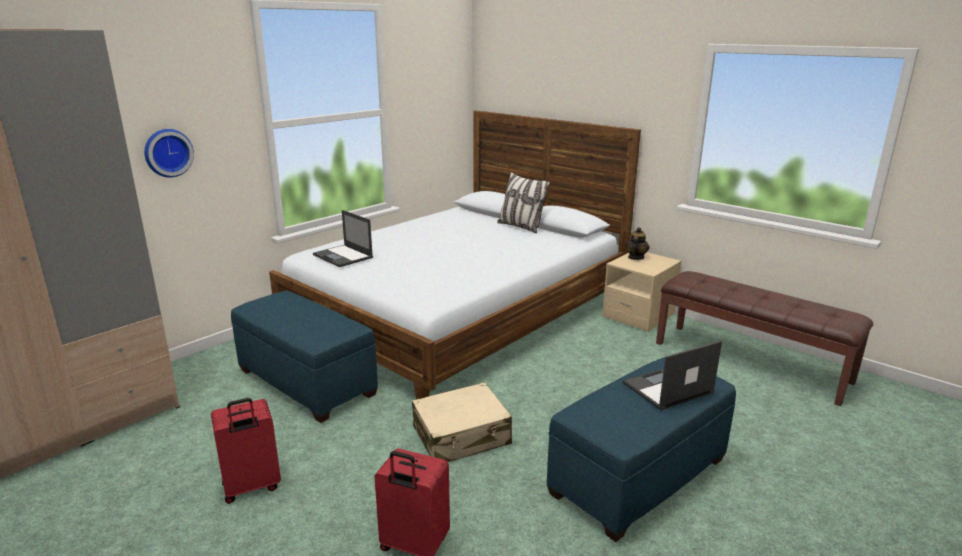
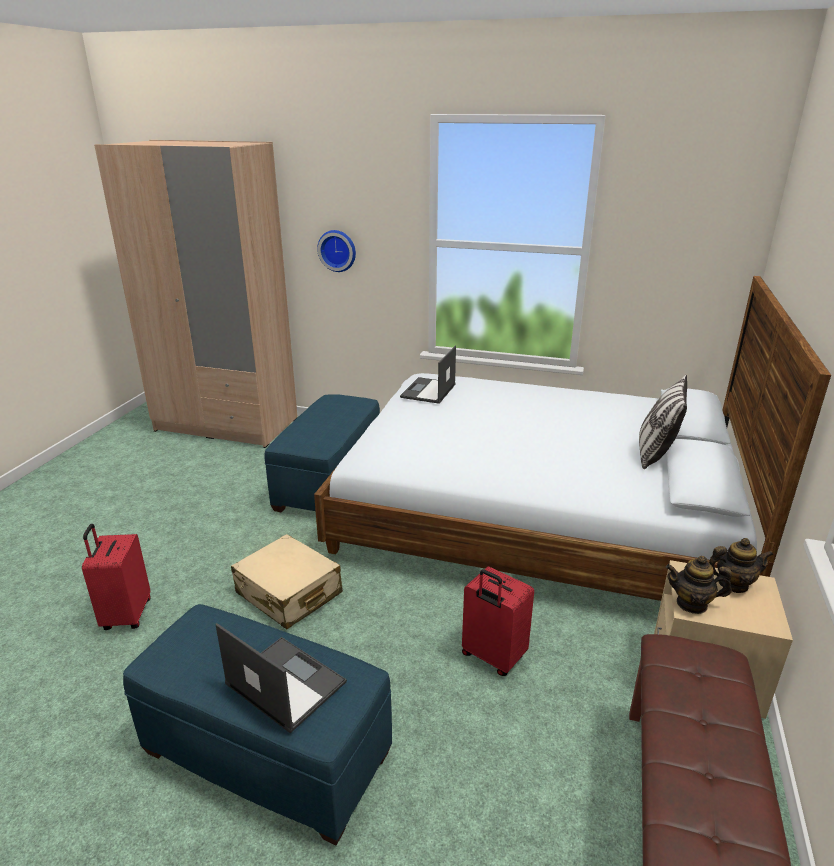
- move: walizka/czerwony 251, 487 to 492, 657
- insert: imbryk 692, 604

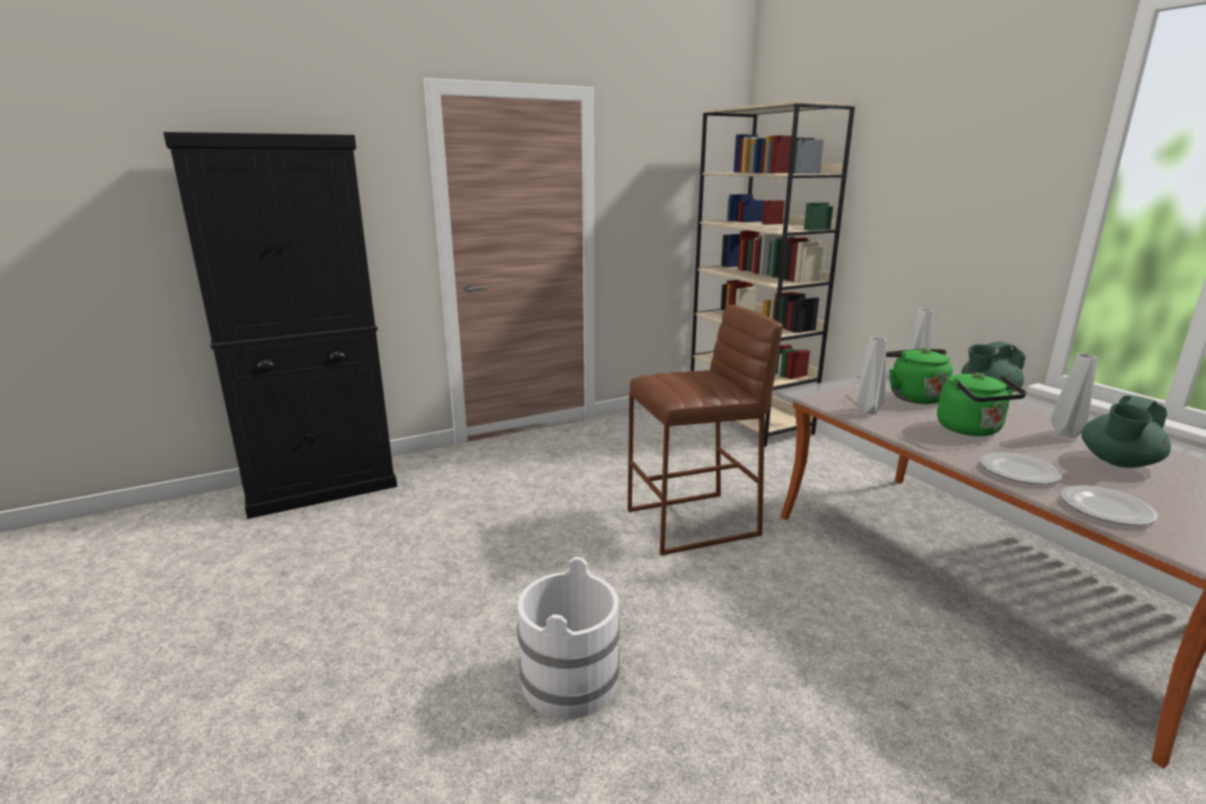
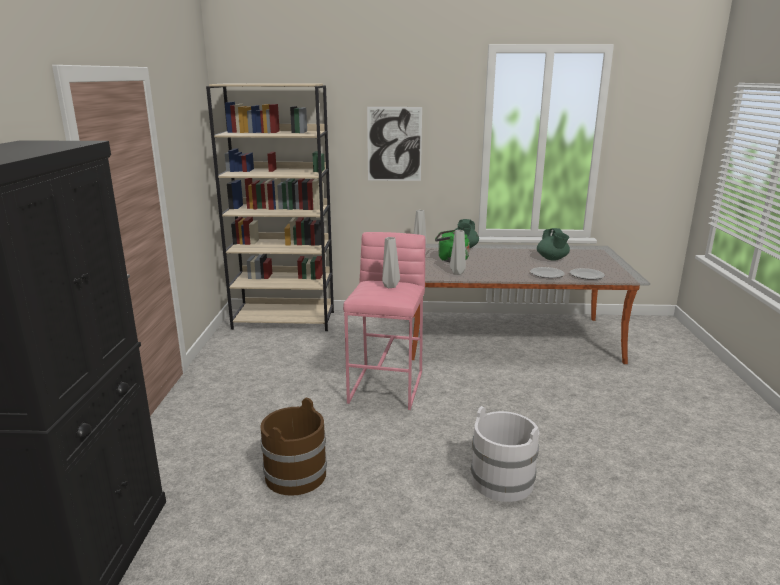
- recolor: stołek/brązowy 694, 523 to stołek/różowy 387, 386
- move: wazon/szary 1064, 434 to 389, 286
- delete: czajnik/zielony 972, 430
- insert: obraz 394, 144
- insert: wiadro/brązowy 295, 474

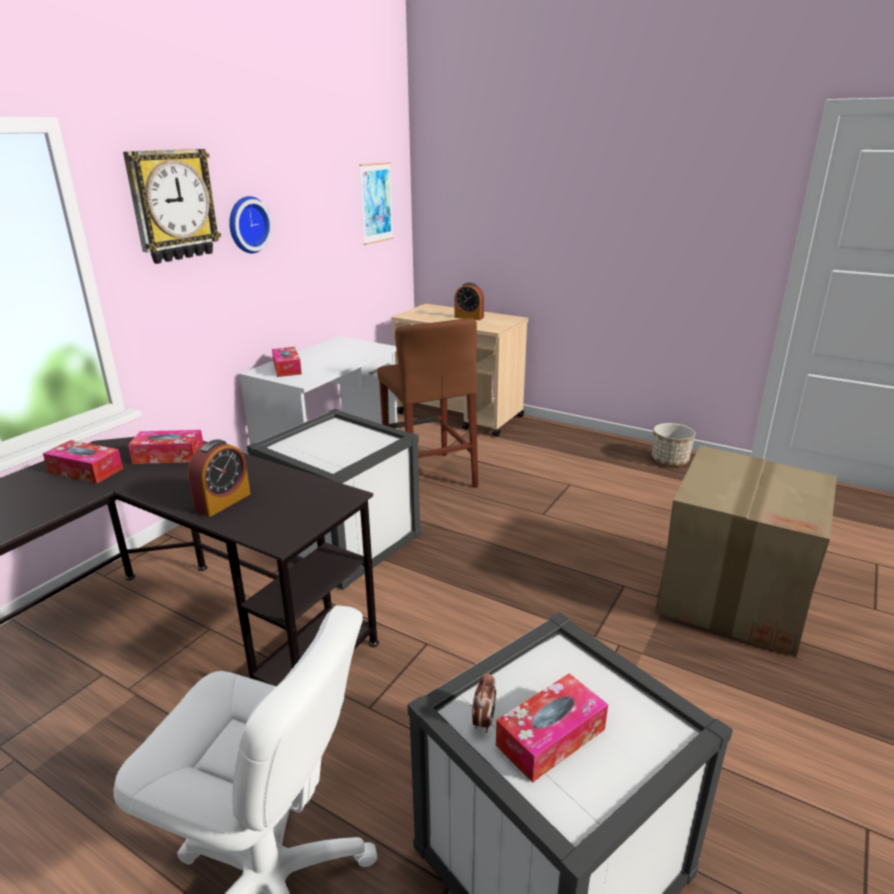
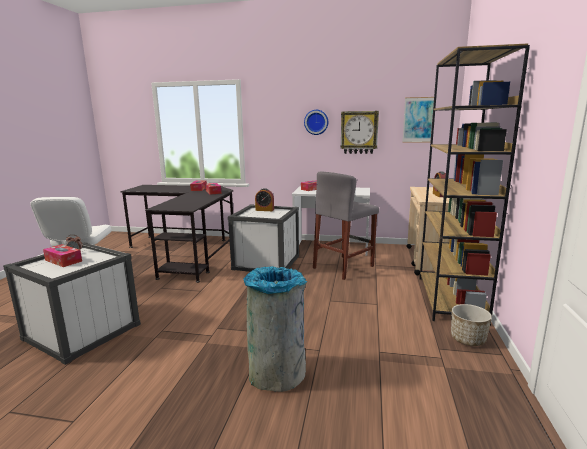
- move: zegar ścienny 172, 205 to 359, 132
- recolor: stołek/brązowy 429, 476 to stołek/szary 343, 267
- move: budzik 223, 502 to 264, 210
- replace: karton 733, 596 to kosz na śmieci/szary 277, 374
- insert: regał/brązowy 451, 299

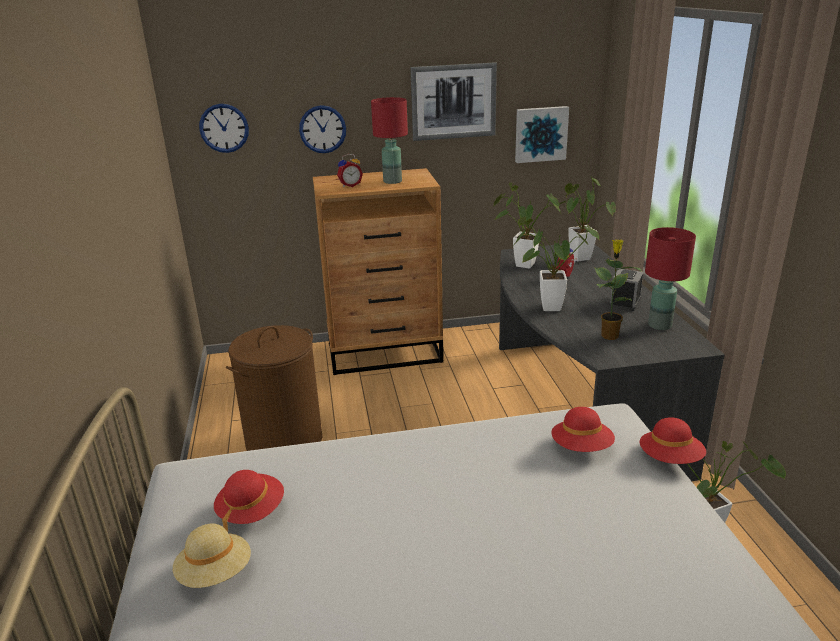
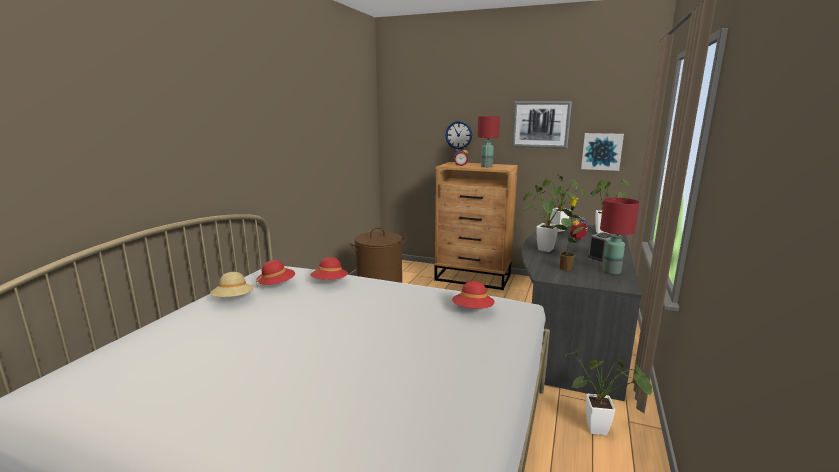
- delete: zegar ścienny 224, 128
- move: kapelusz/czerwony 670, 459 to 330, 282

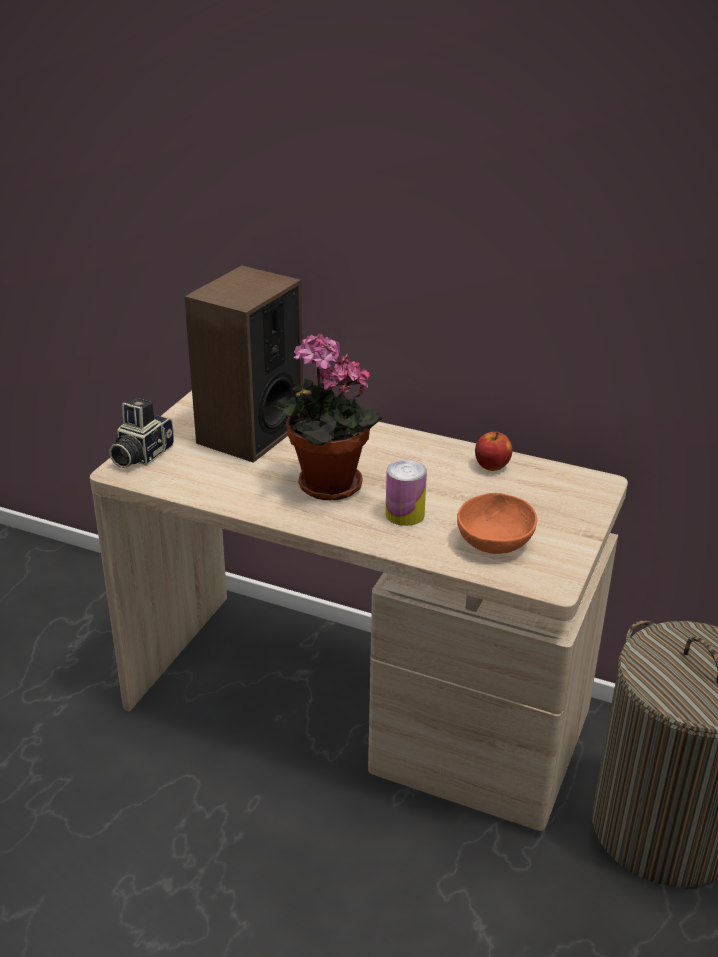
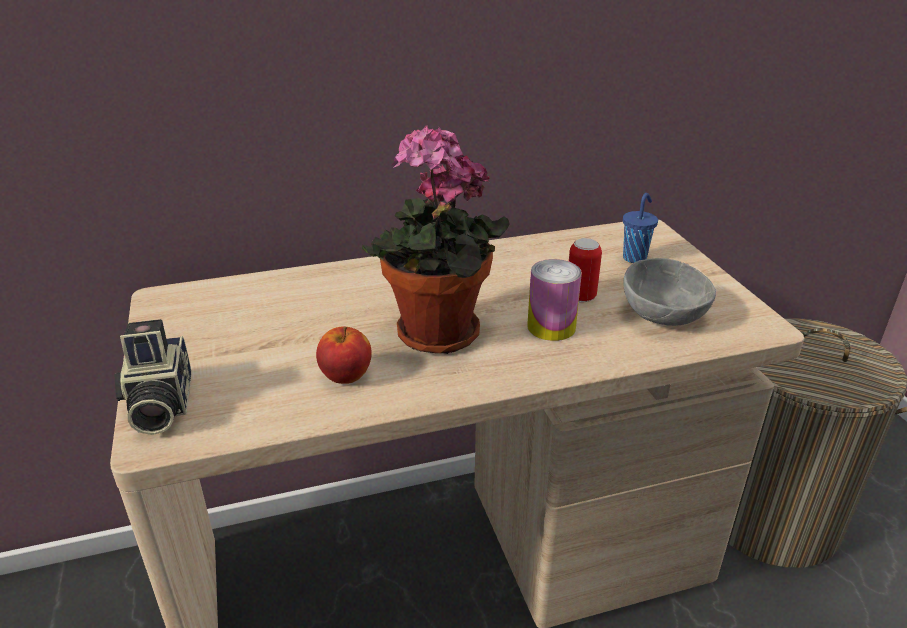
- delete: głośnik 250, 433
- move: jabłko 492, 466 to 346, 376
- recolor: miska/pomarańczowy 496, 543 to miska/szary 665, 314
- insert: filiżanka/niebieski 635, 258
- insert: puszka 580, 297

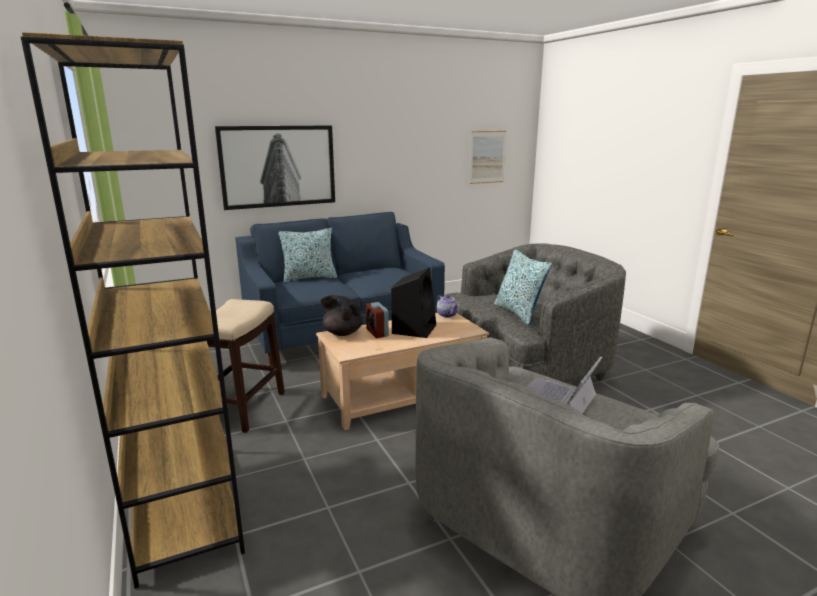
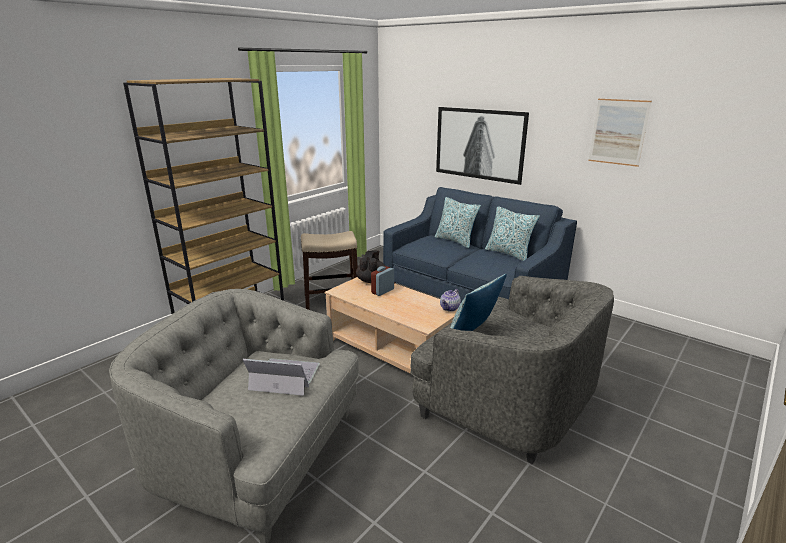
- move: obraz 487, 157 to 618, 132
- delete: głośnik/czarny 414, 328
- insert: poduszka 508, 254

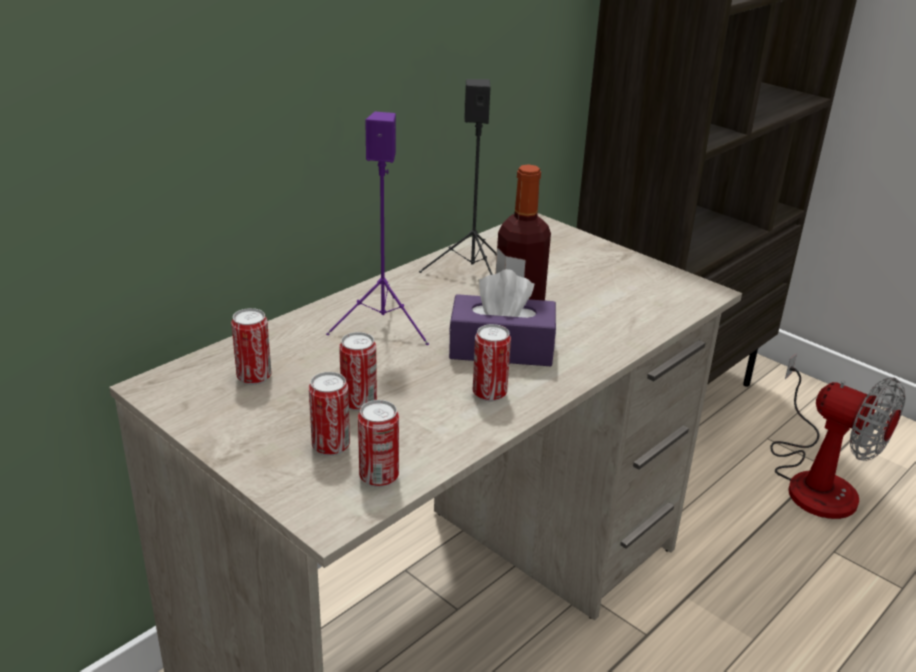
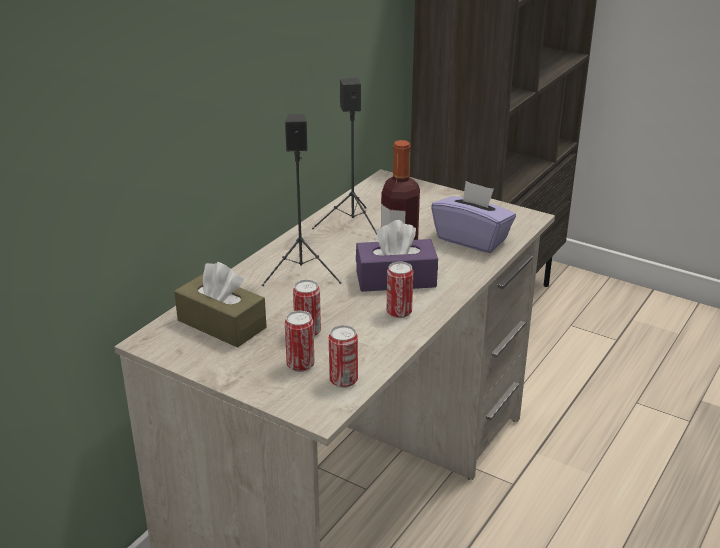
- recolor: głośnik/fioletowy 384, 325 to głośnik/czarny 302, 272
- replace: puszka 254, 377 to pudełko chusteczek/brązowy 221, 324
- delete: wentylator 815, 479
- insert: pudełko chusteczek/fioletowy 472, 239

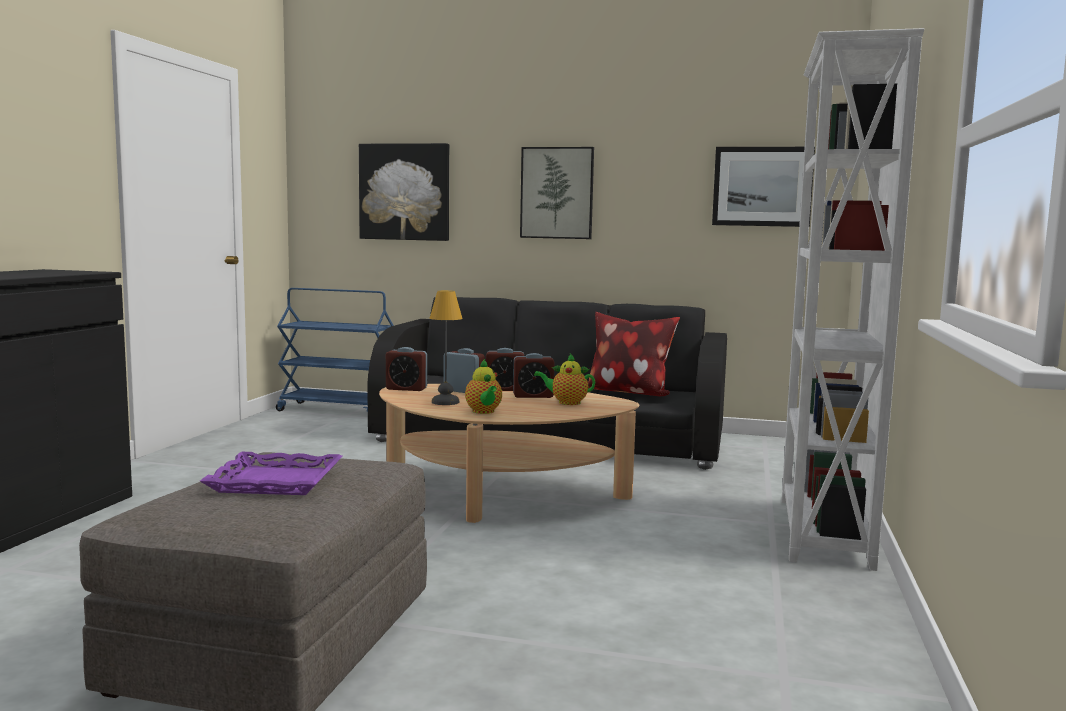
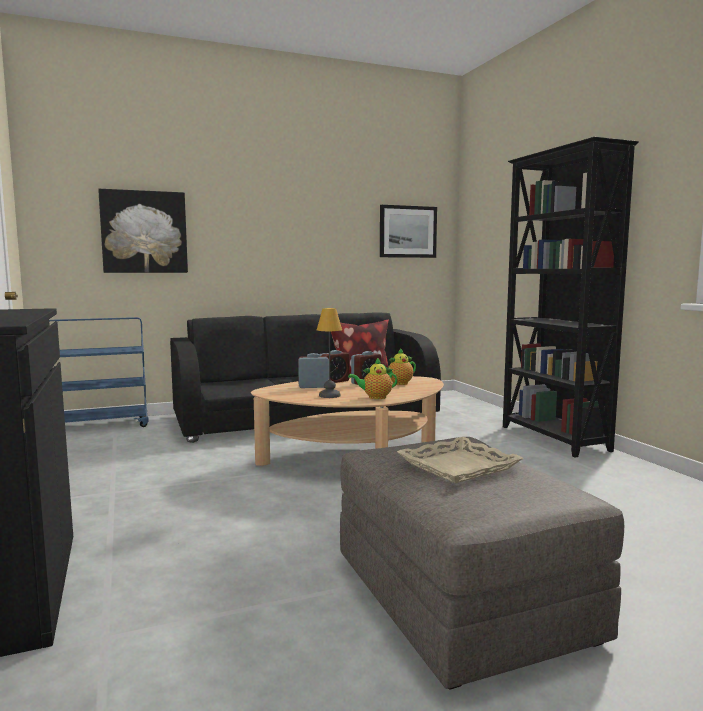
- recolor: regał/biały 821, 532 to regał/czarny 553, 439
- delete: obraz 557, 193
- delete: budzik 406, 389
- rotate: imbryk 484, 412 = 375, 397 135 degrees clockwise
- recolor: taca/fioletowy 275, 482 to taca/beżowy 459, 467

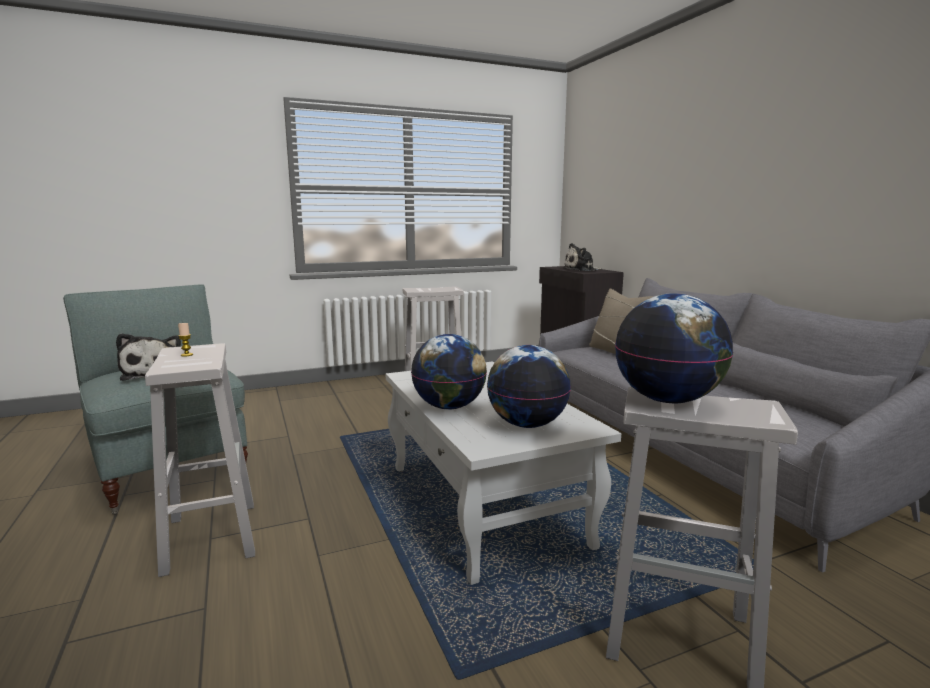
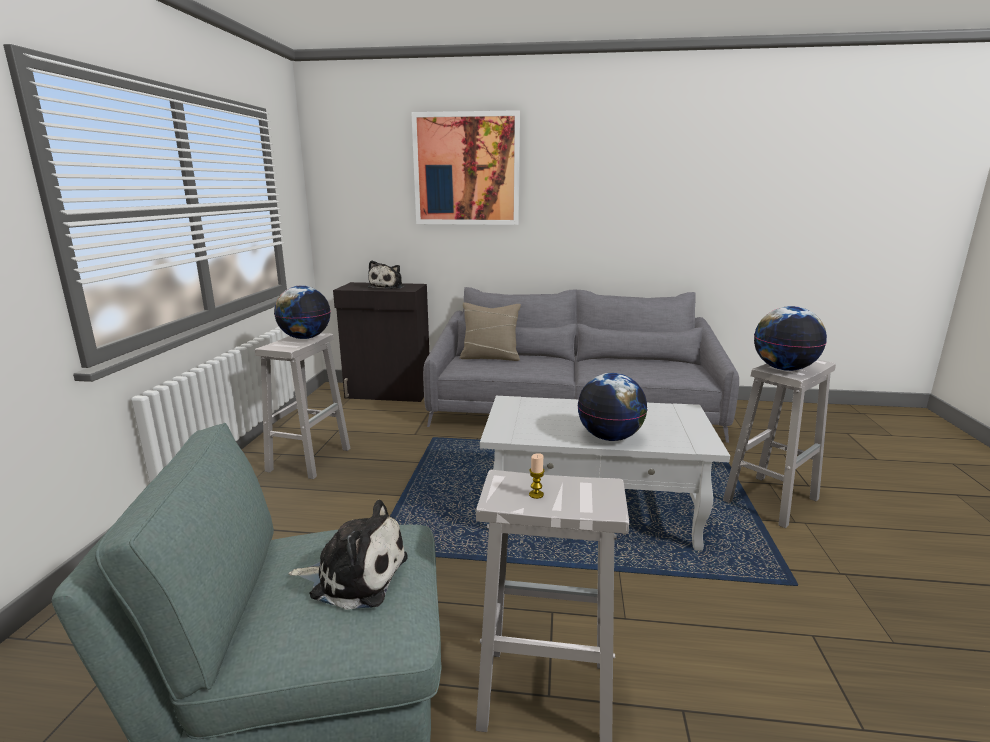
- move: globus 527, 424 to 305, 338
- insert: obraz 466, 169

